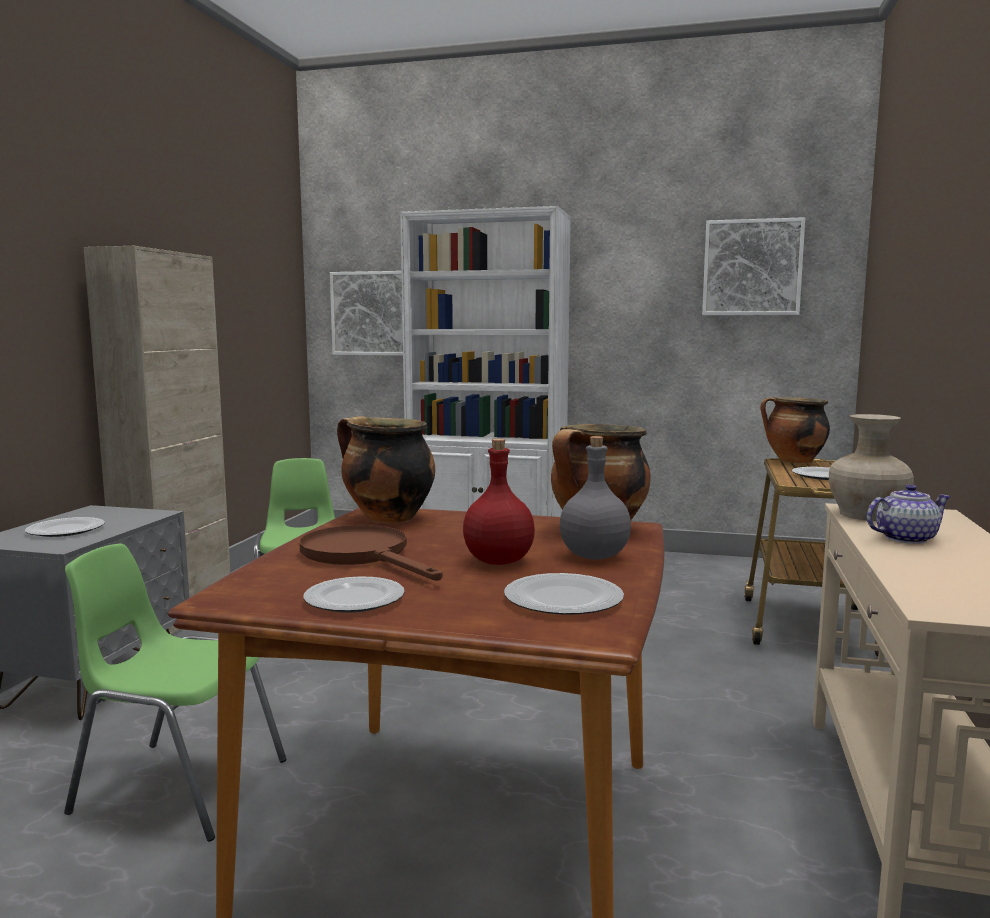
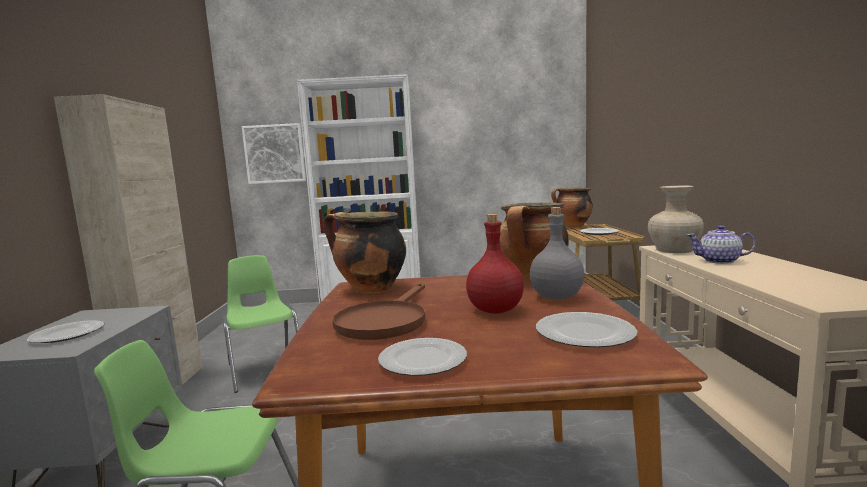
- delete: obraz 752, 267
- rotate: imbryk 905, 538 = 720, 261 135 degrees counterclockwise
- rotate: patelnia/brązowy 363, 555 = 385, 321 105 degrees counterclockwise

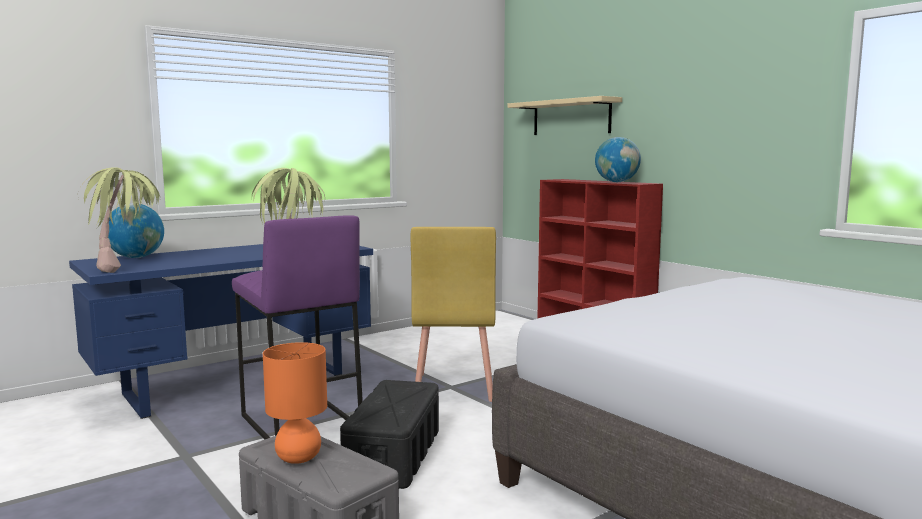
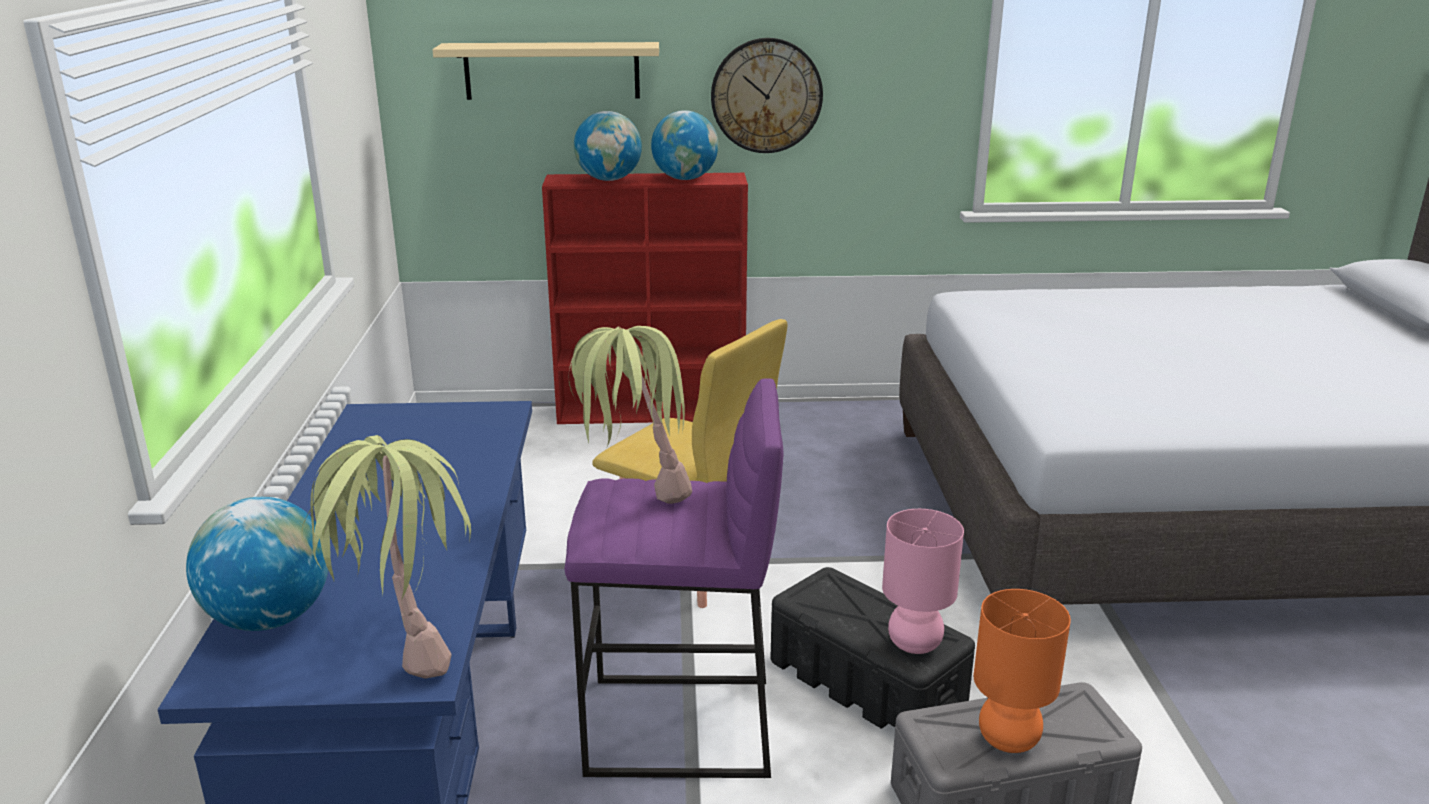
- insert: zegar ścienny 766, 96
- insert: globus 609, 180
- insert: lampa stołowa/różowy 915, 644

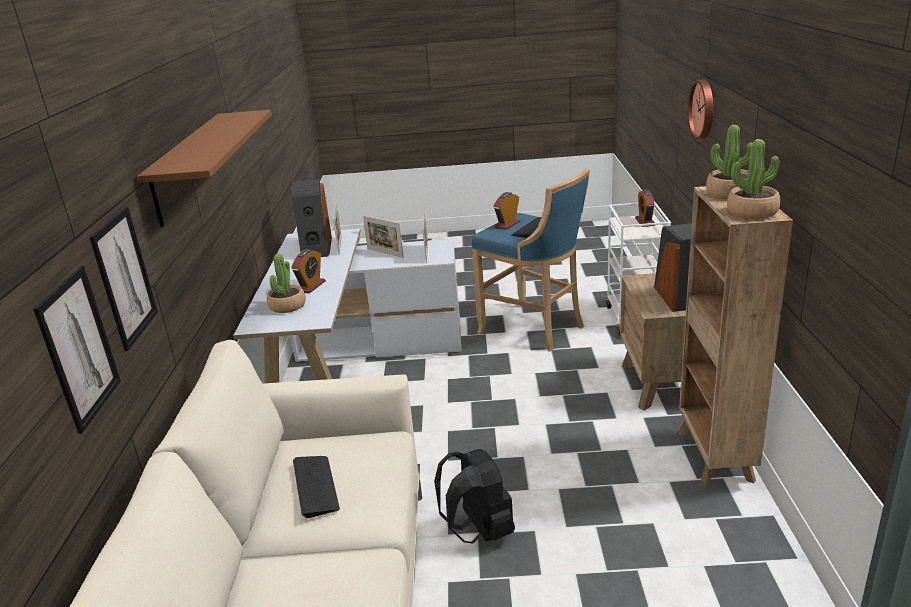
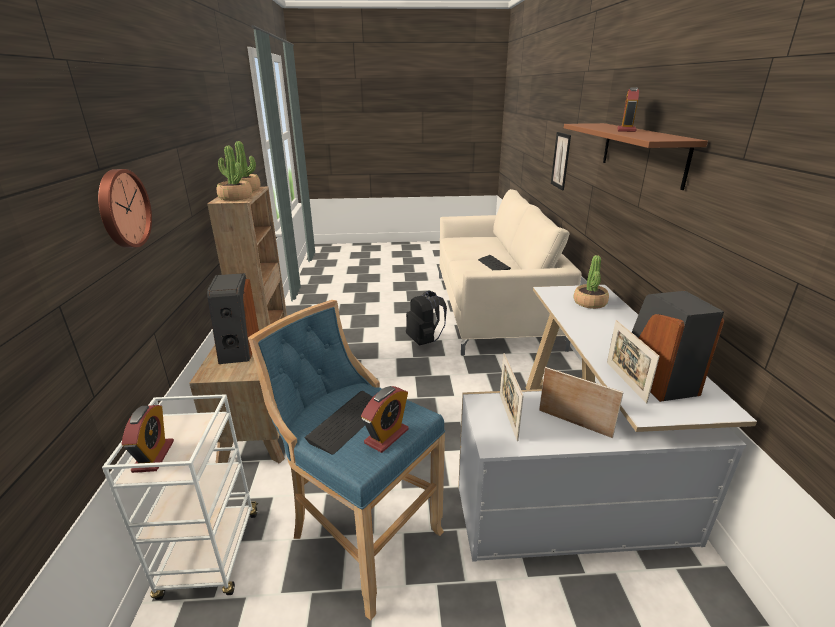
- delete: obraz 124, 278
- move: budzik 311, 286 to 626, 130

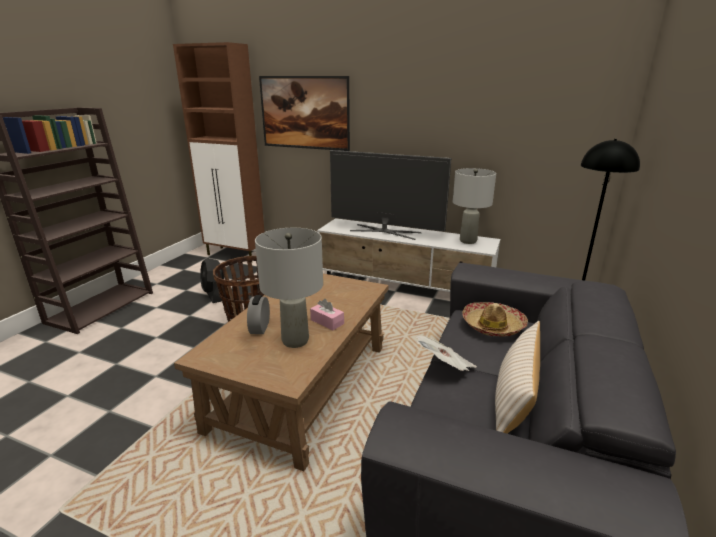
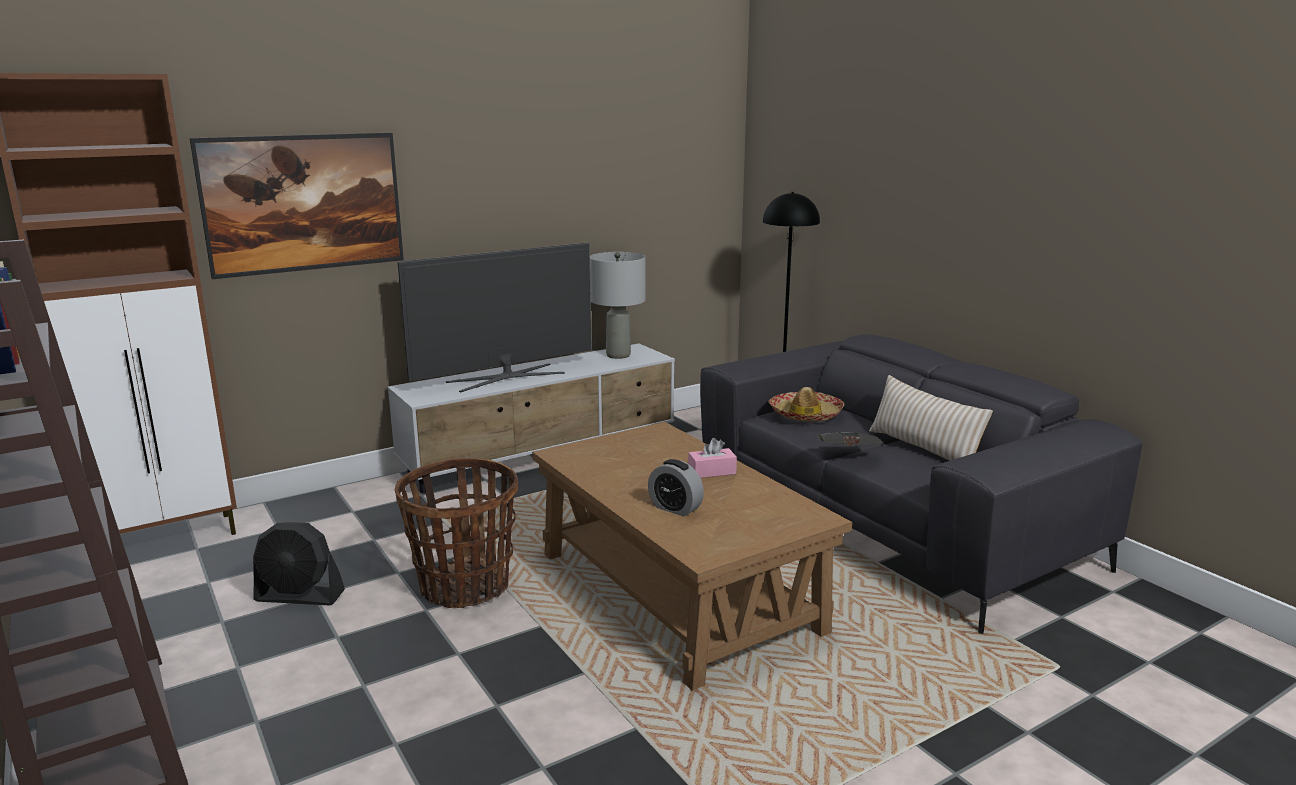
- delete: lampa stołowa/szary 295, 341

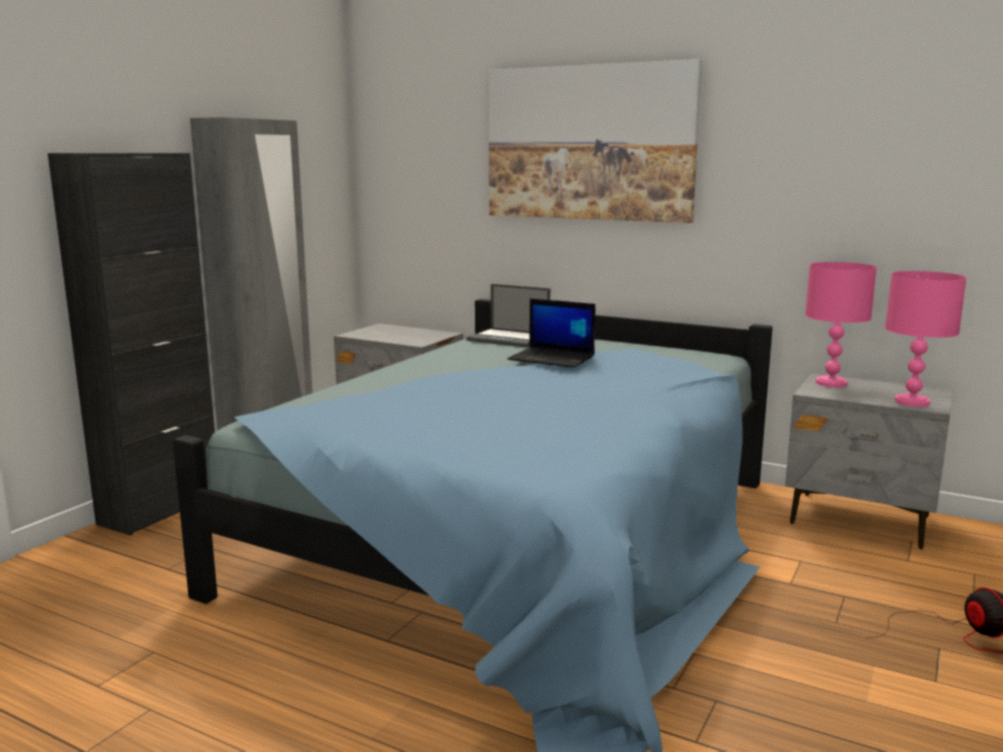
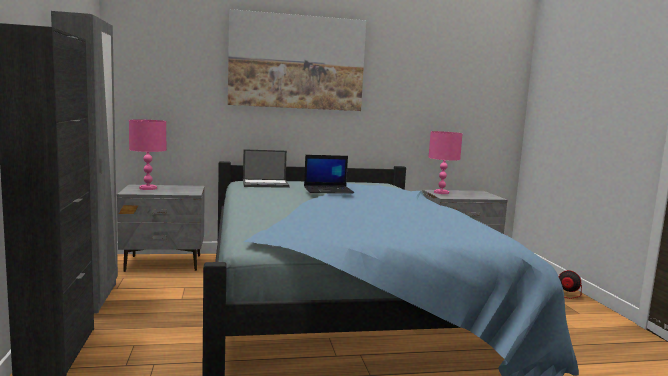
- move: lampa stołowa/różowy 912, 402 to 148, 188

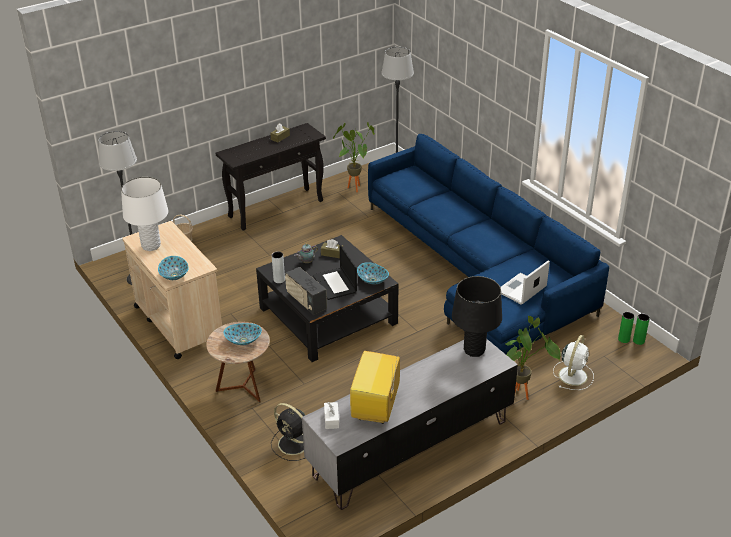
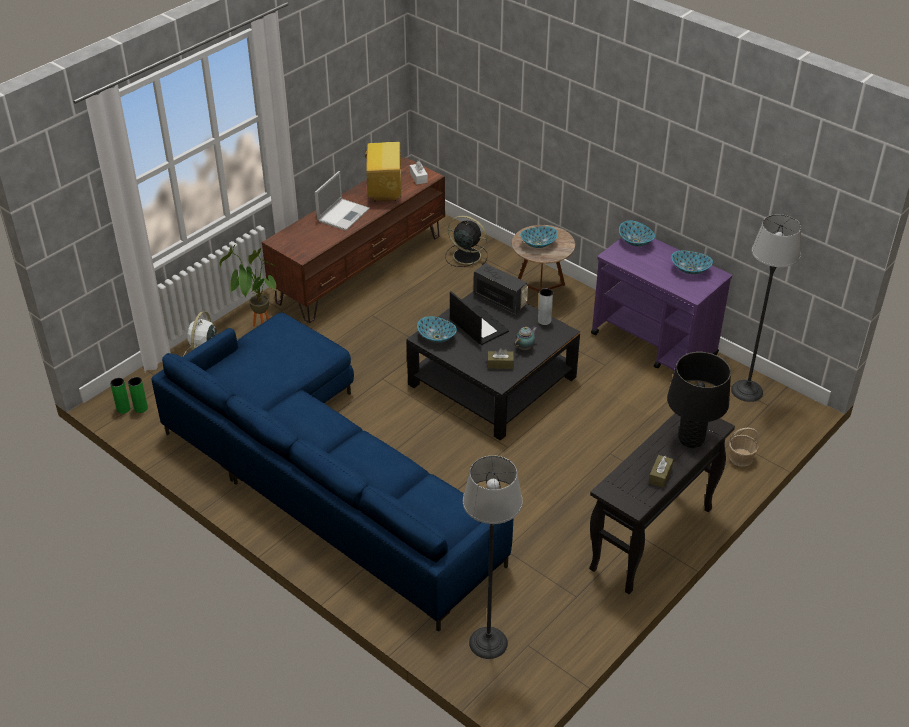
- delete: roślina doniczkowa 354, 186
- replace: lampa stołowa/biały 151, 246 to miska 690, 269
- recolor: wózek/beżowy 178, 322 to wózek/fioletowy 654, 344
- move: laptop 521, 290 to 343, 214
- move: lampa stołowa/czarny 474, 350 to 691, 439
- recolor: szafka pod telewizor/szary 410, 448 to szafka pod telewizor/brązowy 360, 268

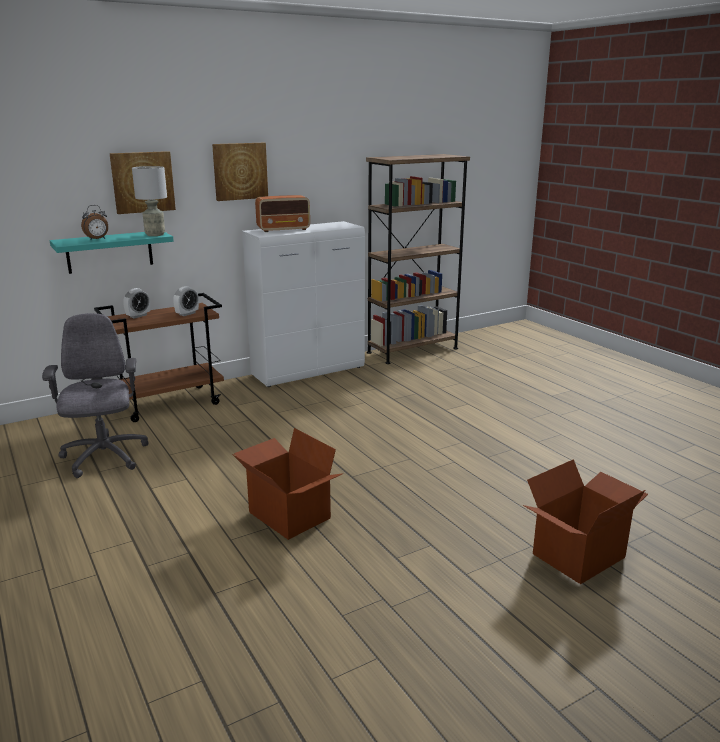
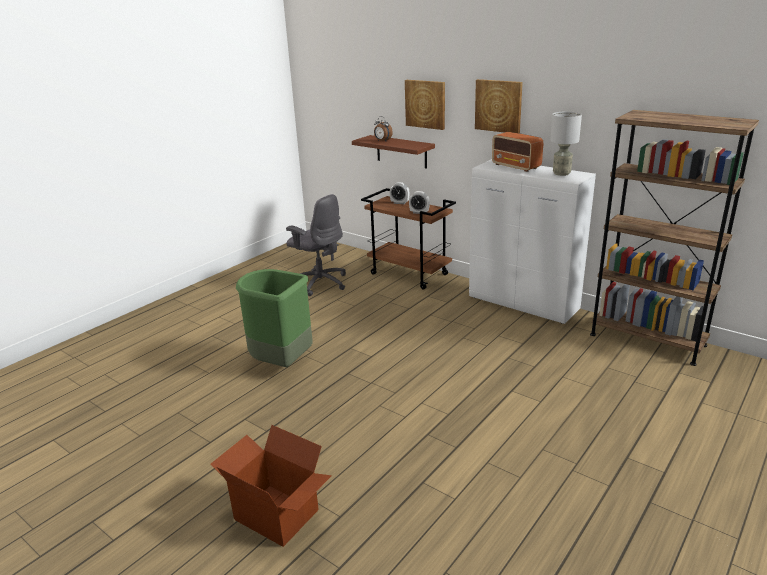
- move: lampa stołowa/szary 155, 235 to 561, 173
- recolor: półka/turkusowy 109, 252 to półka/brązowy 401, 151
- rotate: krzesło biurowe/szary 104, 458 = 320, 283 75 degrees clockwise
- replace: karton 288, 516 to kosz na śmieci/zielony 281, 363

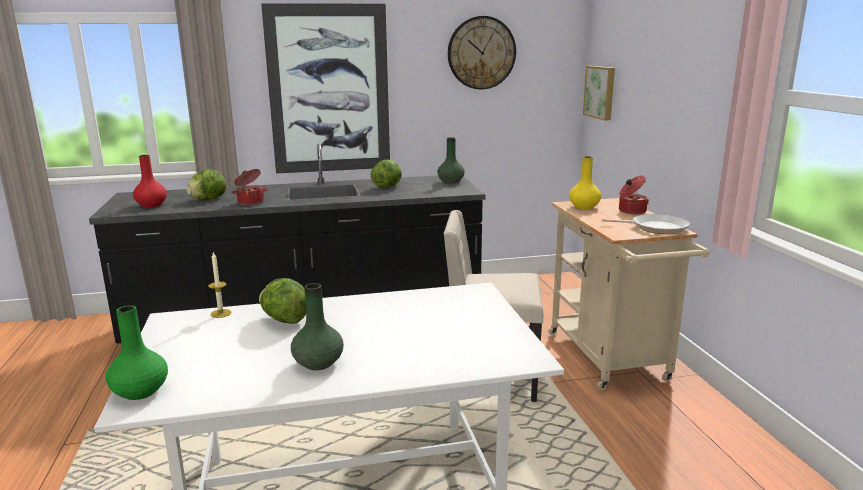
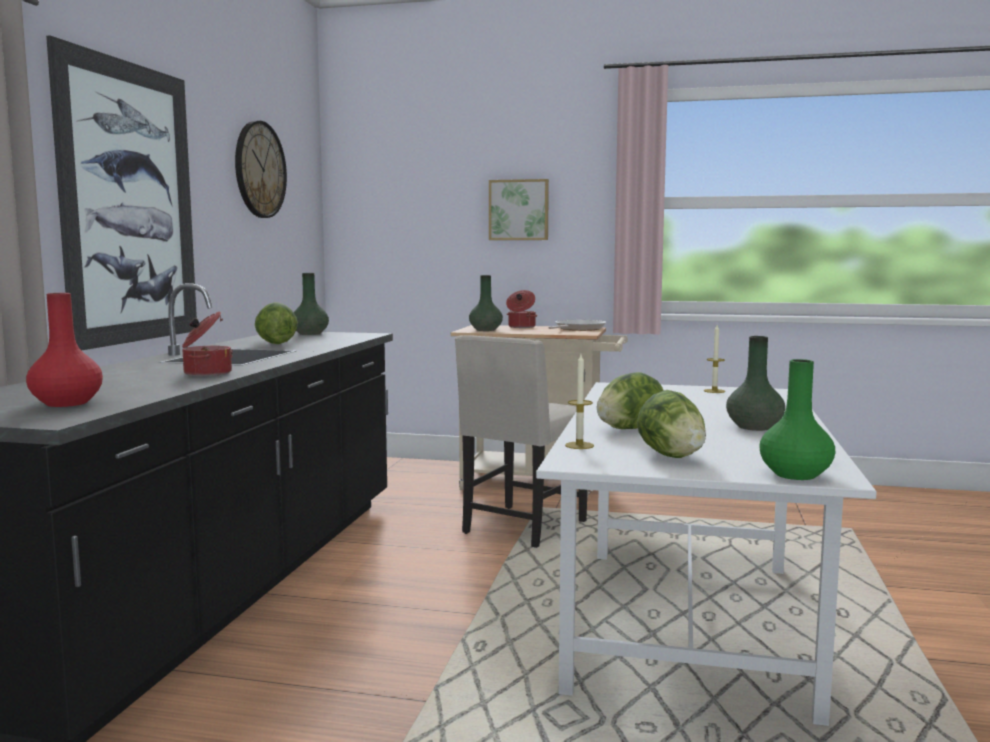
- move: obraz 600, 92 to 519, 210
- recolor: wazon/żółty 584, 207 to wazon/zielony 485, 330
- move: sałata 207, 199 to 671, 456
- insert: świeca 714, 391

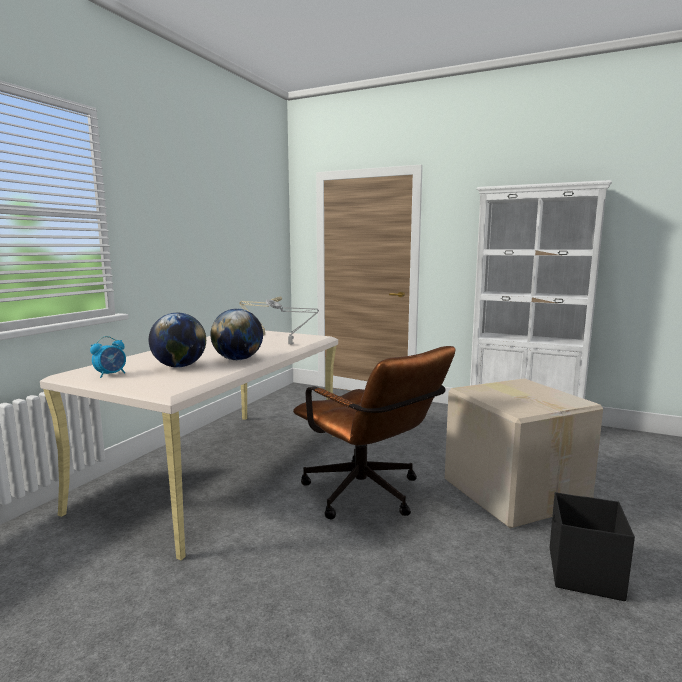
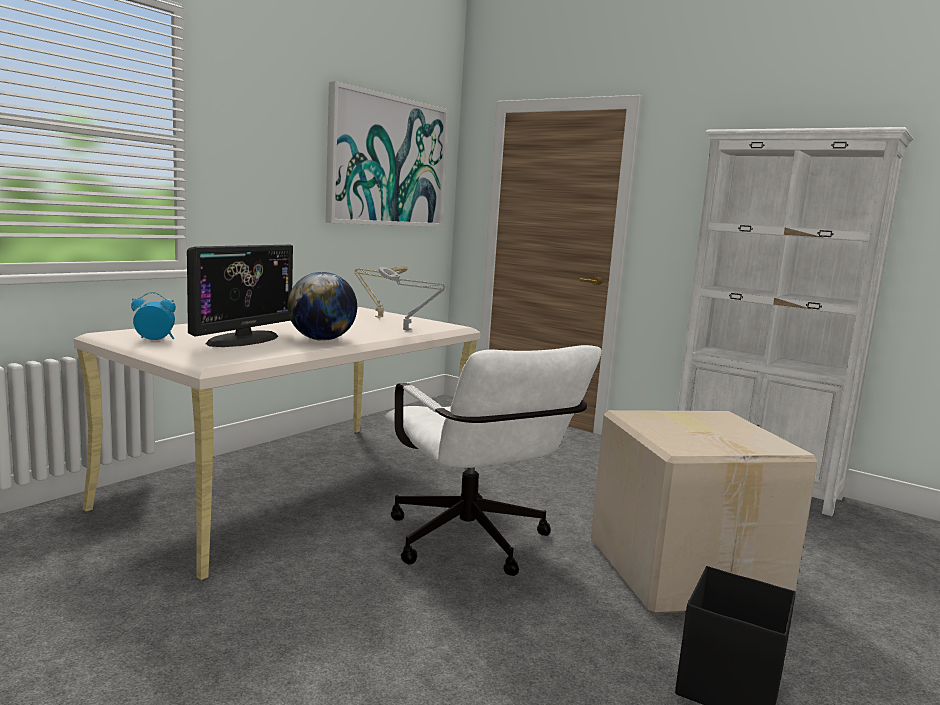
- replace: globus 179, 366 to monitor 243, 339
- rotate: budzik 111, 374 = 155, 339 150 degrees counterclockwise
- recolor: krzesło biurowe/brązowy 369, 496 to krzesło biurowe/biały 474, 545
- insert: obraz 388, 161

